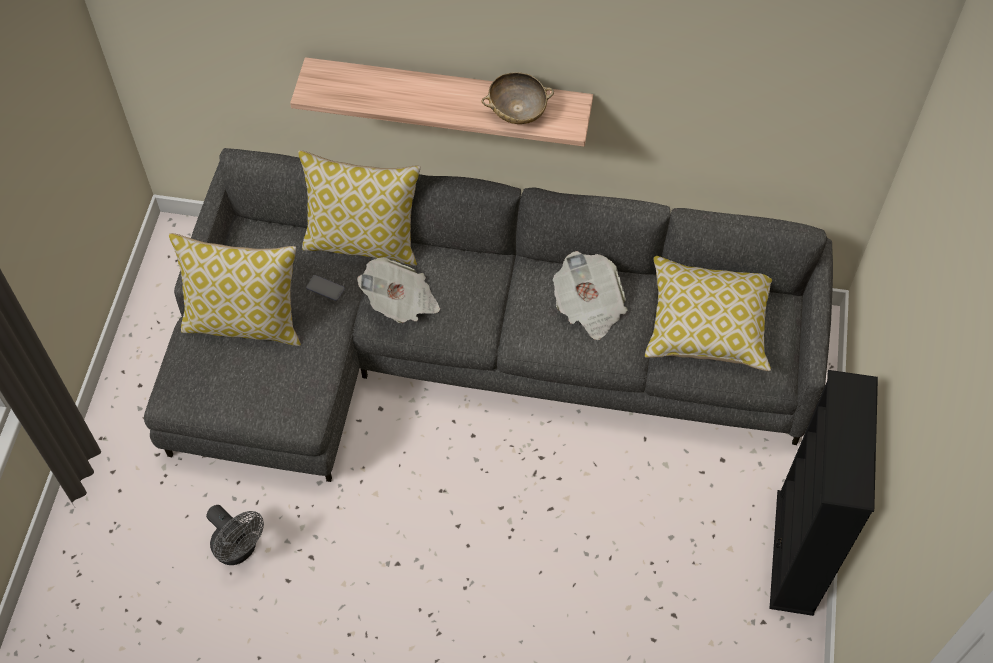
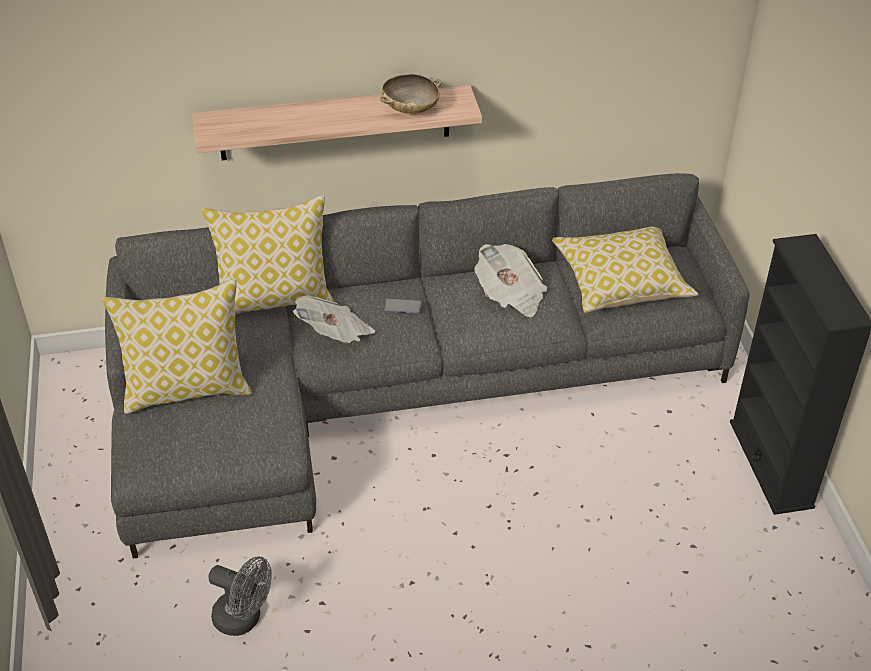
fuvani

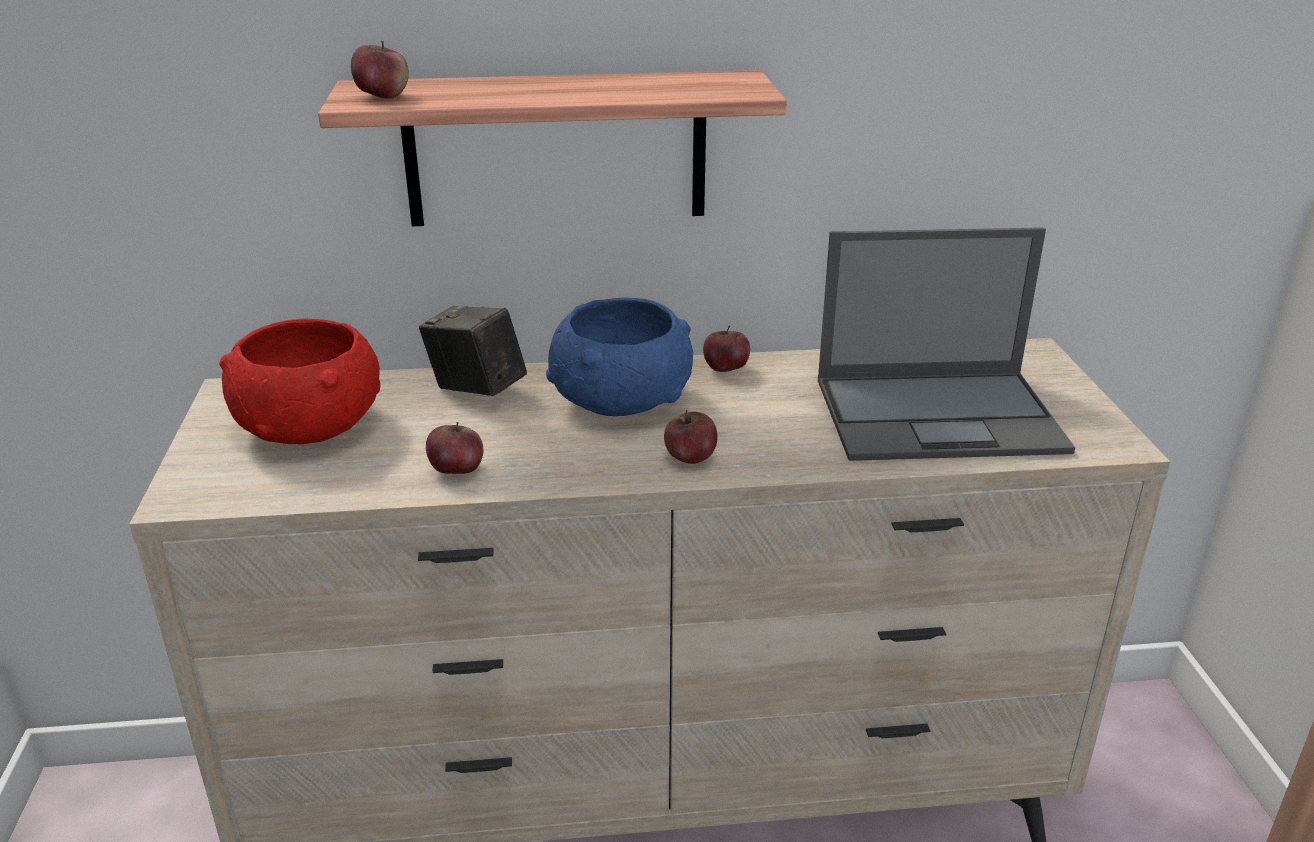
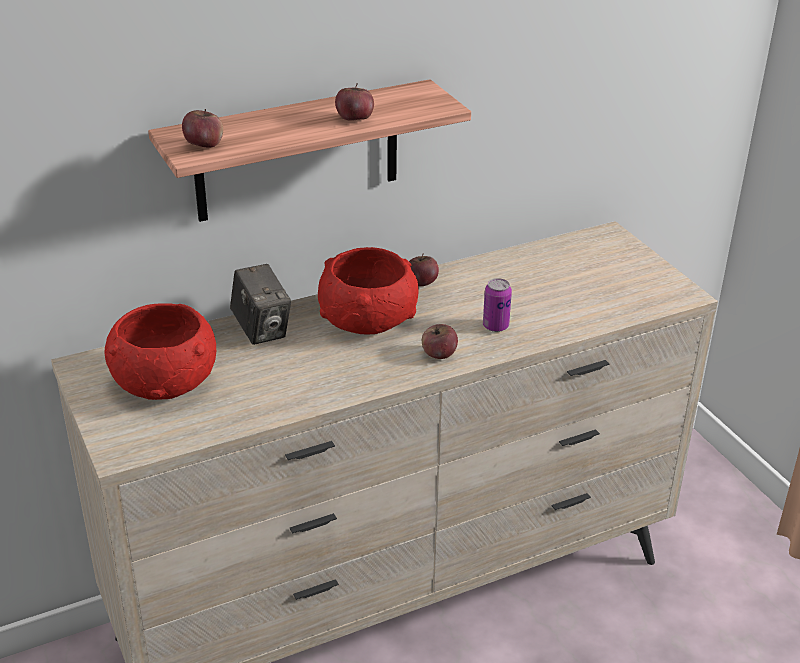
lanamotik
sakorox
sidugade (no. 2 from left)
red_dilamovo (no. 2 from left)
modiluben

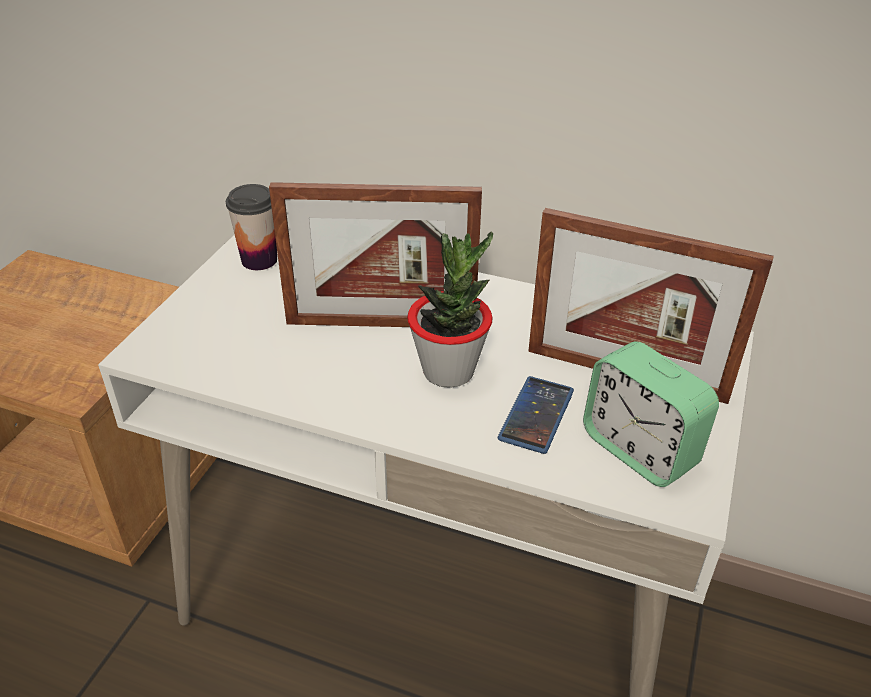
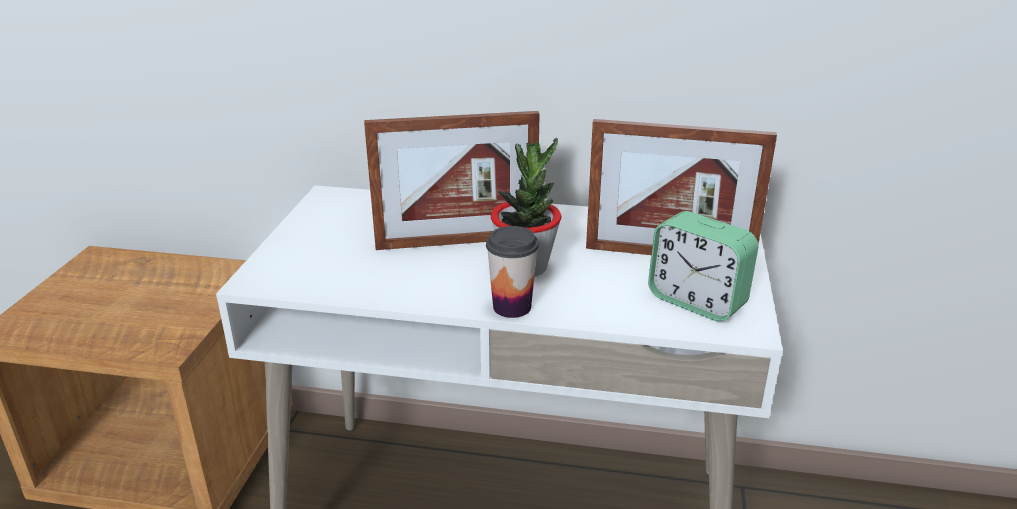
fuvani
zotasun

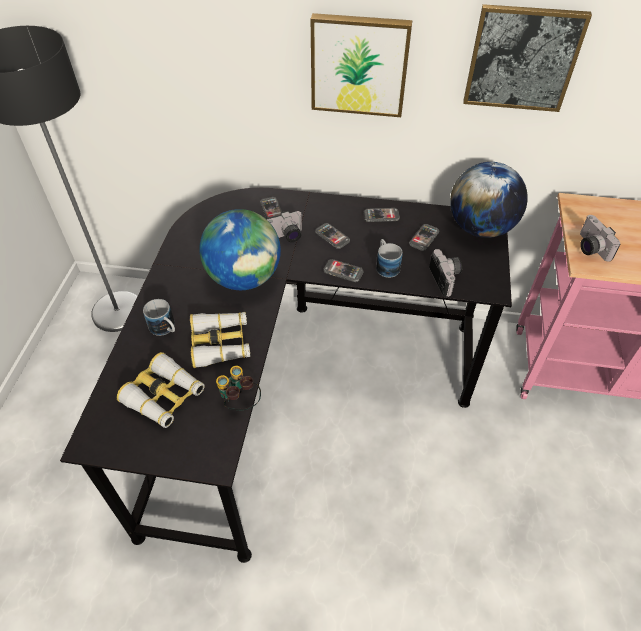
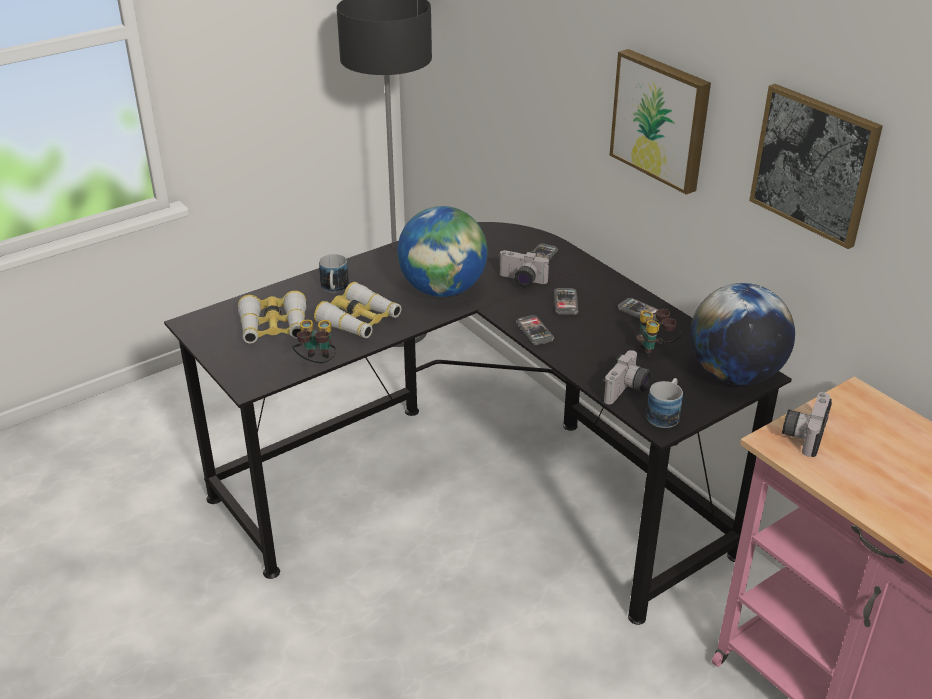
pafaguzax (no. 2 from left)
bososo (no. 4 from left)

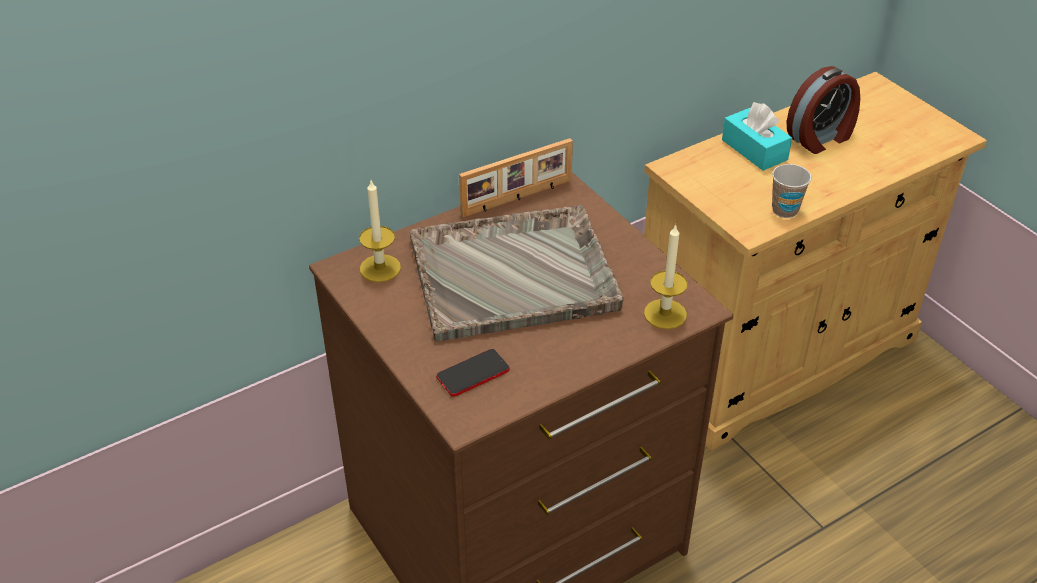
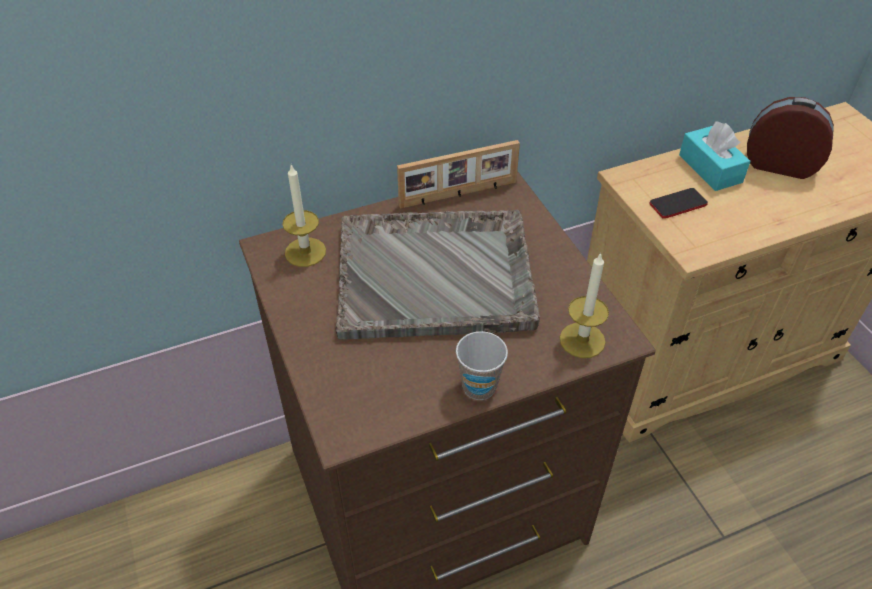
fuvani
zotasun
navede

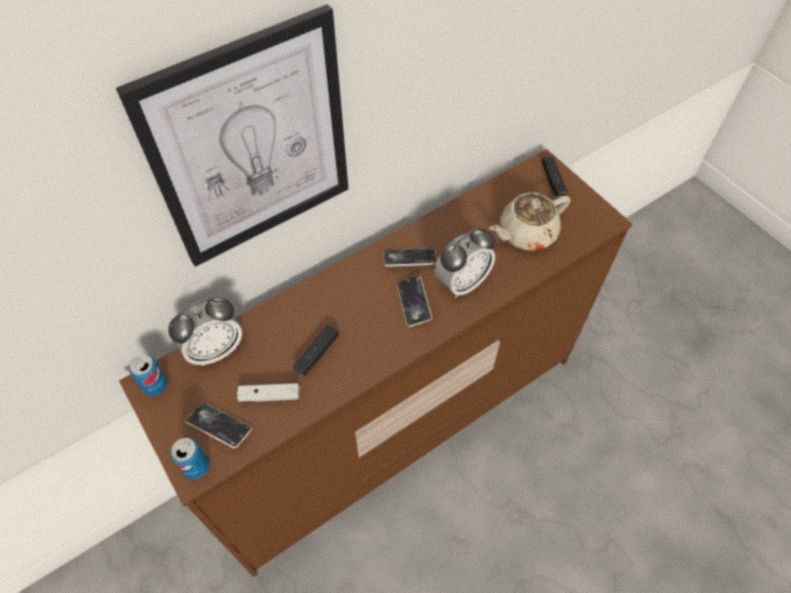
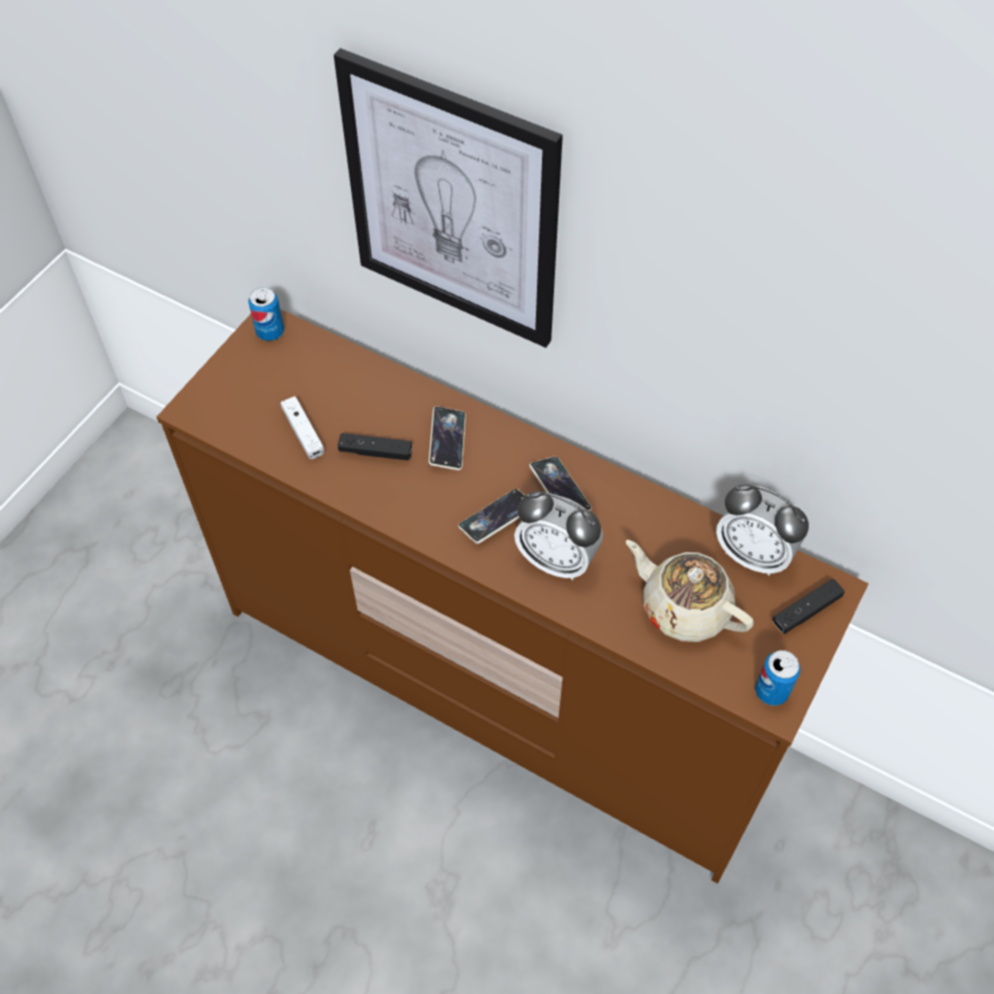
navede (no. 2 from left)
sakorox (no. 2 from left)
fuvani (no. 1 from left)

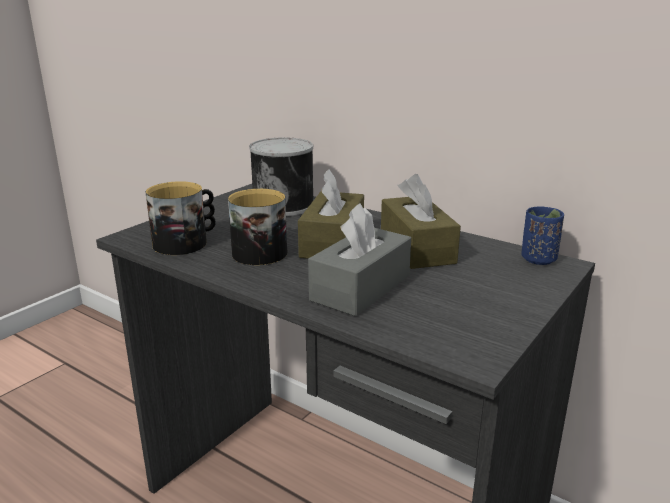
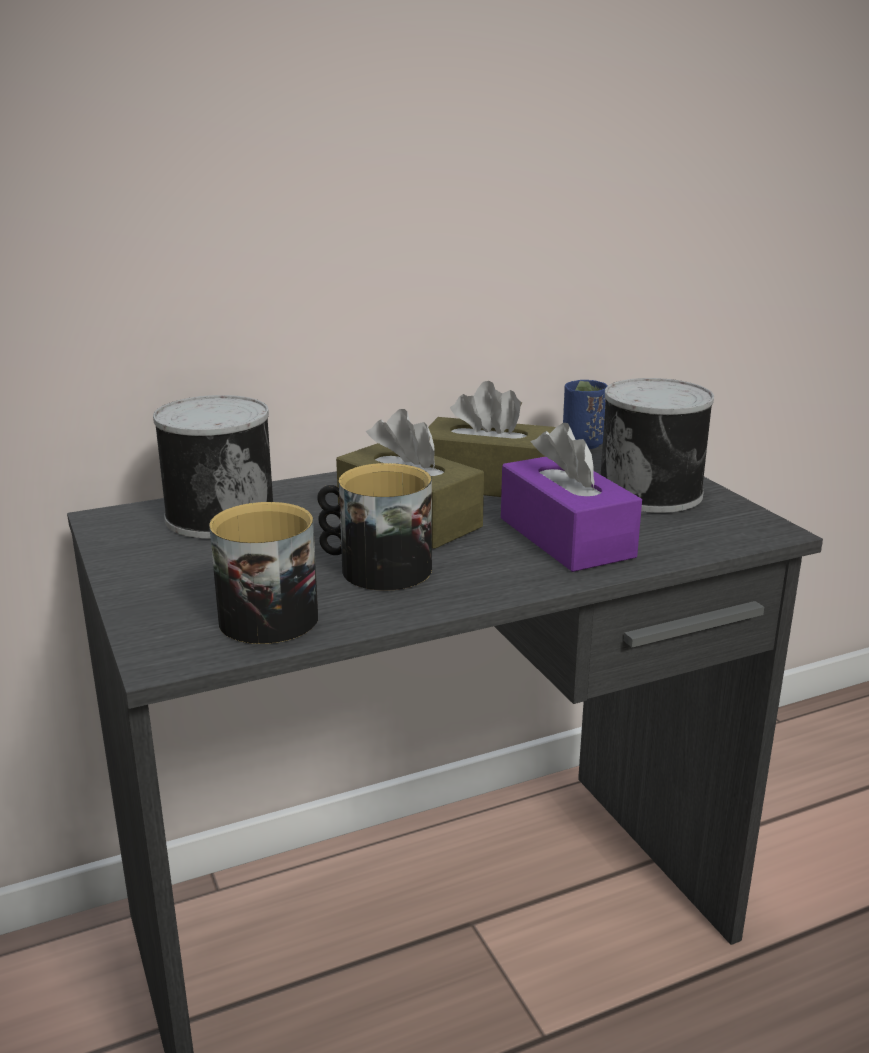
sakorox (no. 2 from left)
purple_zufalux

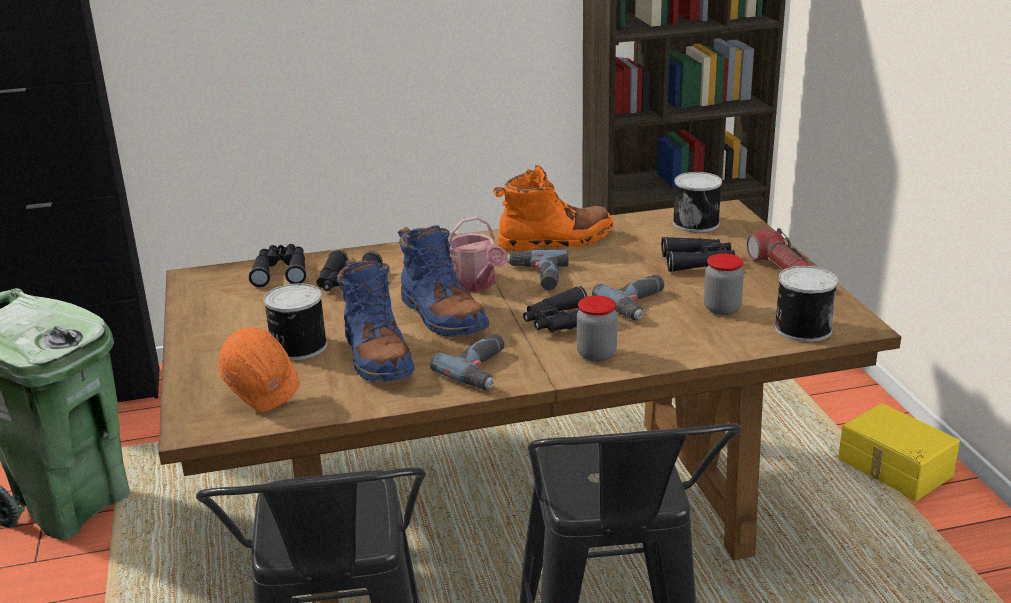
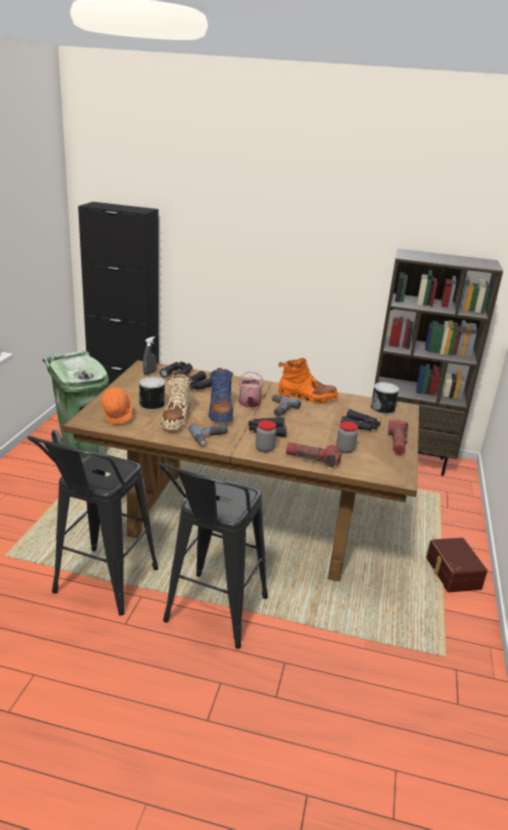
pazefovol (no. 3 from left in the first image)
sakorox (no. 3 from left in the first image)
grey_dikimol
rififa (no. 1 from left)
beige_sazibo
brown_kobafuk

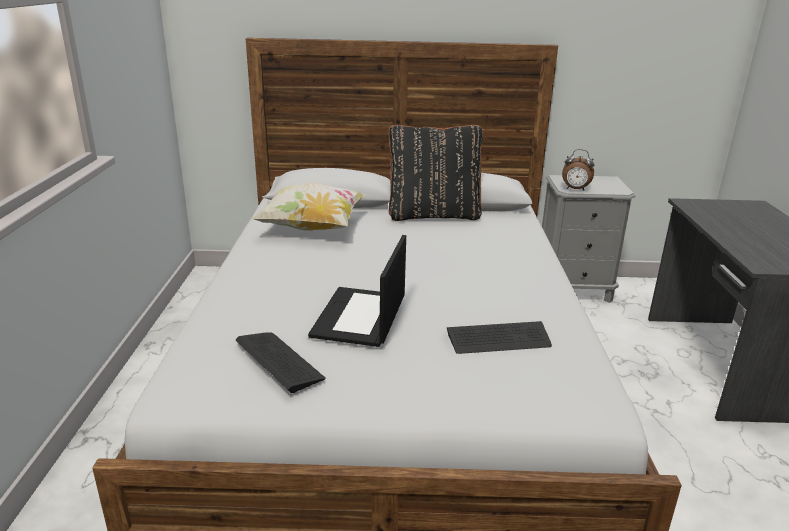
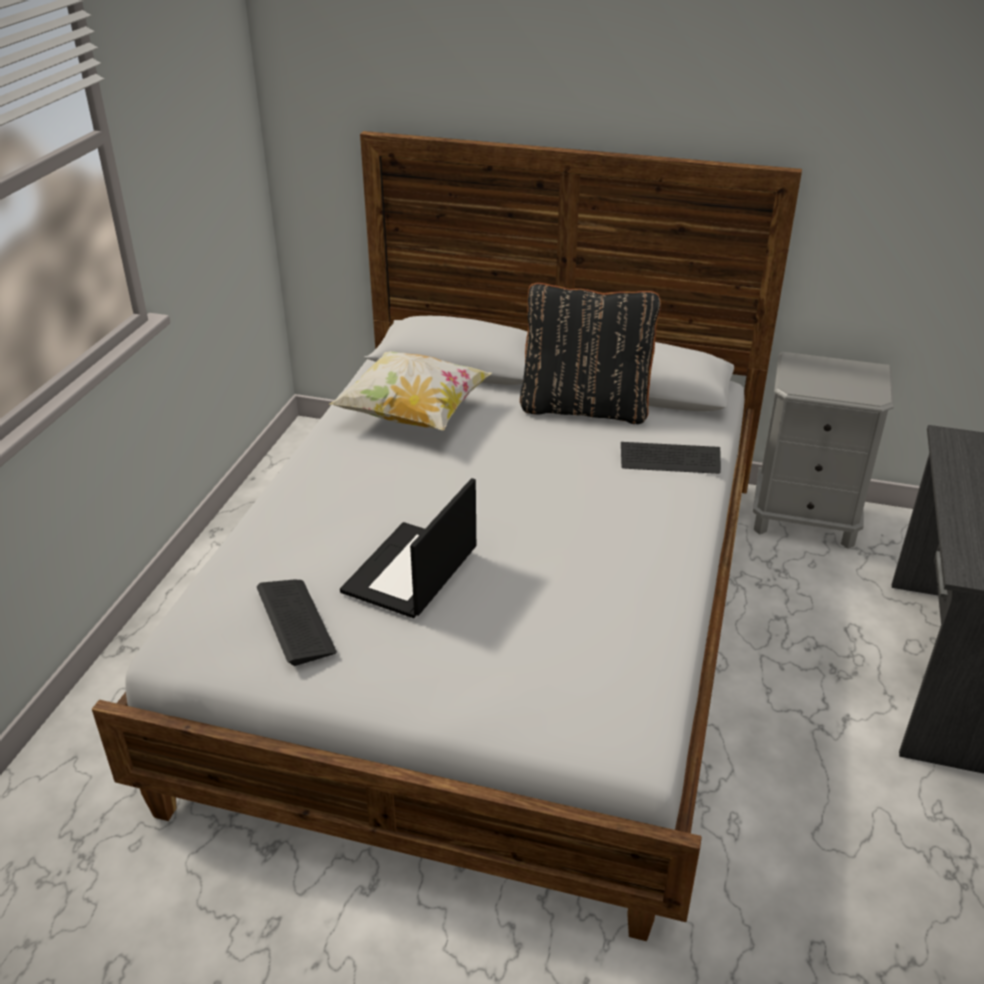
navede
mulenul (no. 2 from left)

